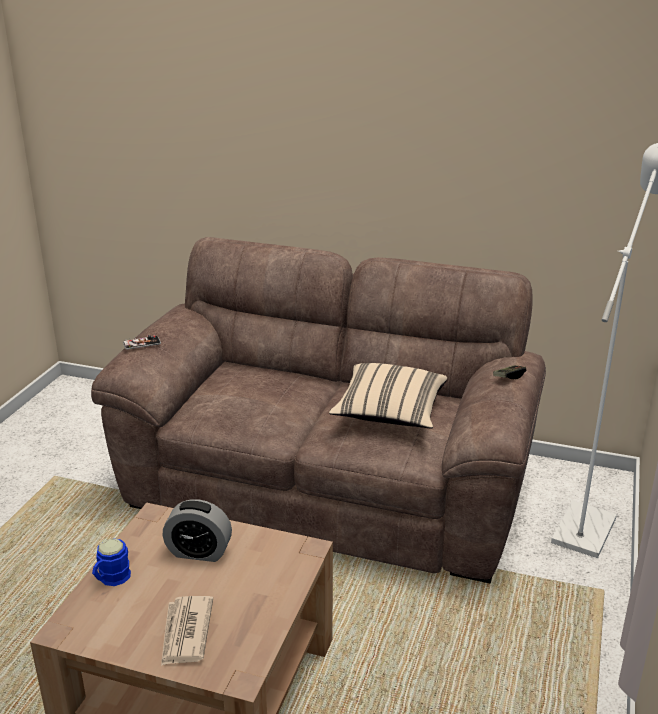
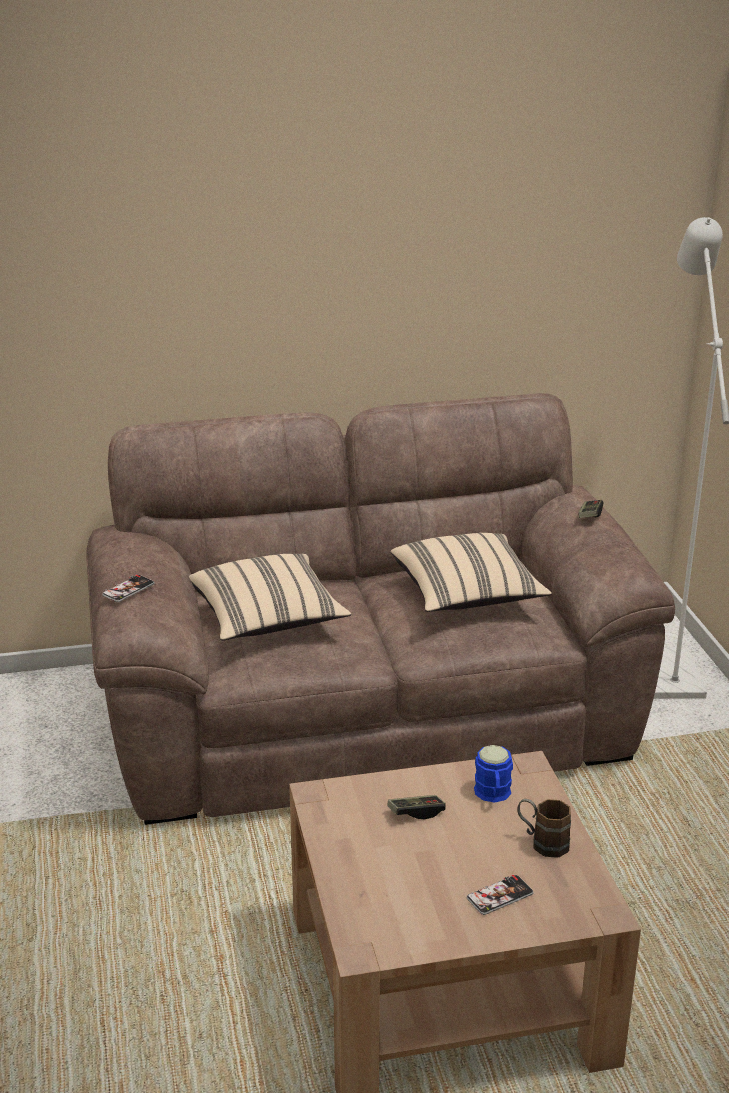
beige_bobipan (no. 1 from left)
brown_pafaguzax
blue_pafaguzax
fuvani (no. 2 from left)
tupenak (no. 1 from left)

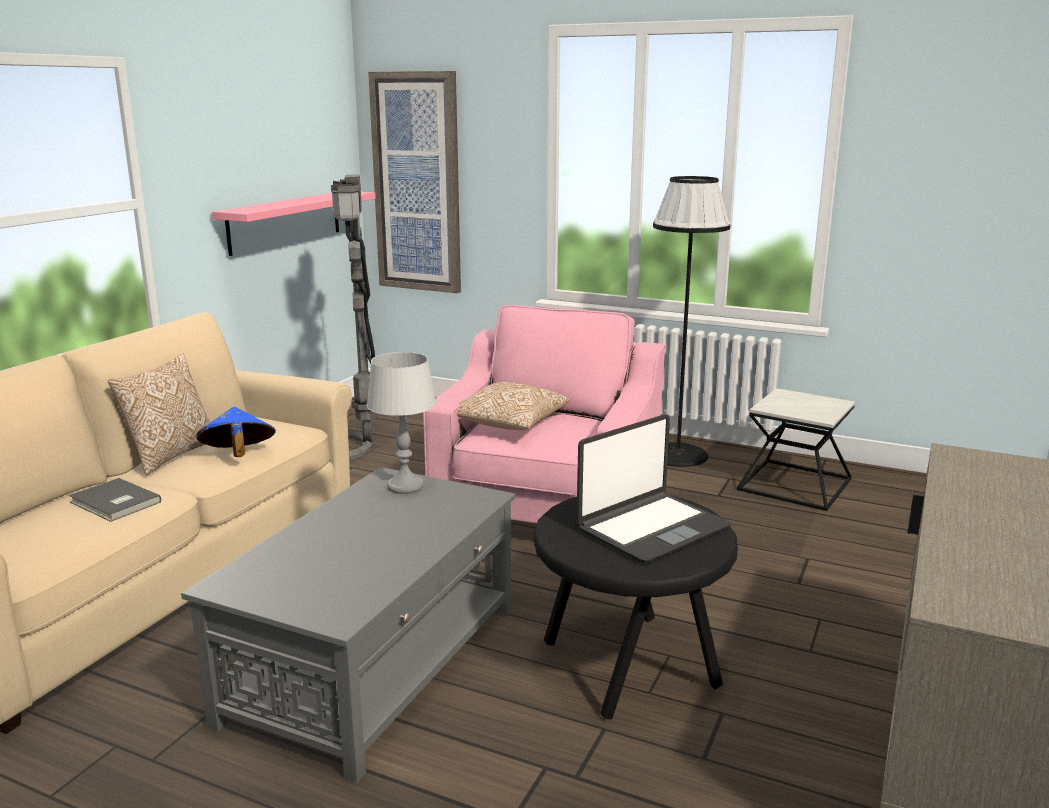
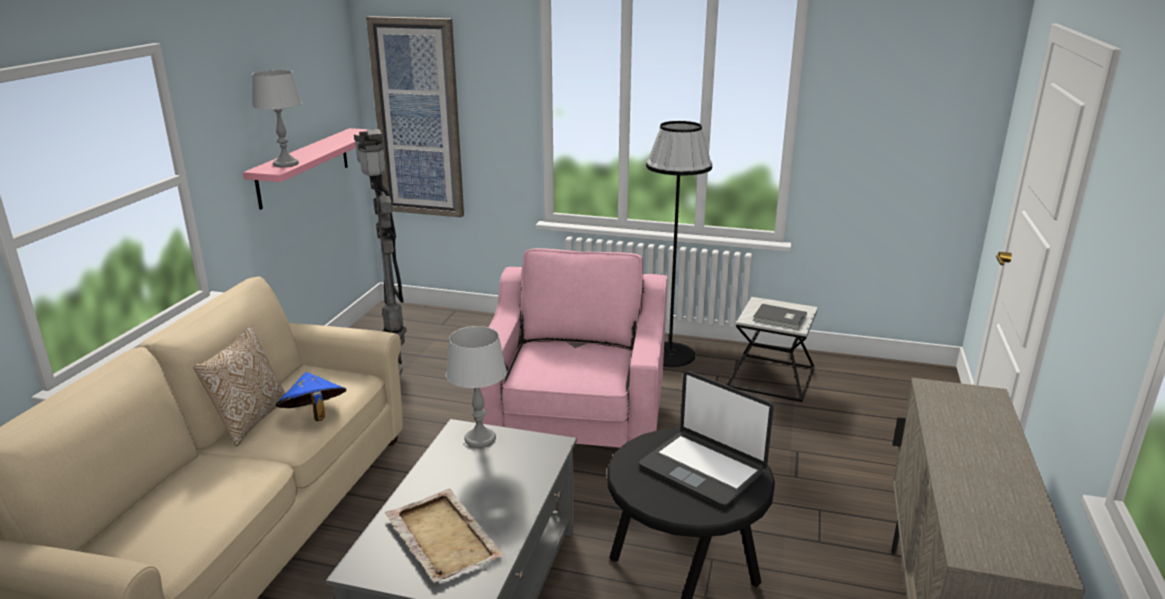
bobipan (no. 2 from left in the first image)
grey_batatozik (no. 1 from left)
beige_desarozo
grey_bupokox
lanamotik

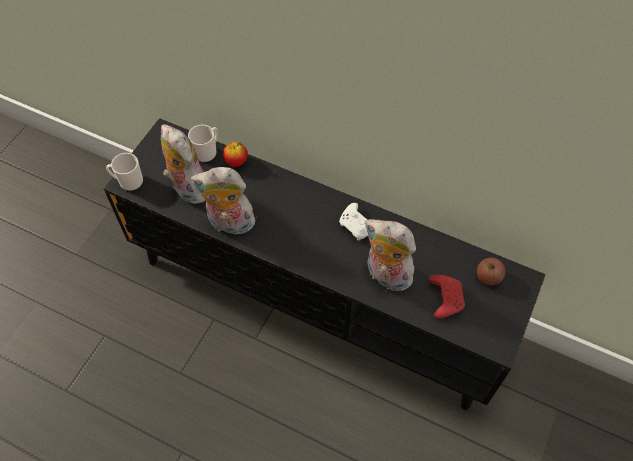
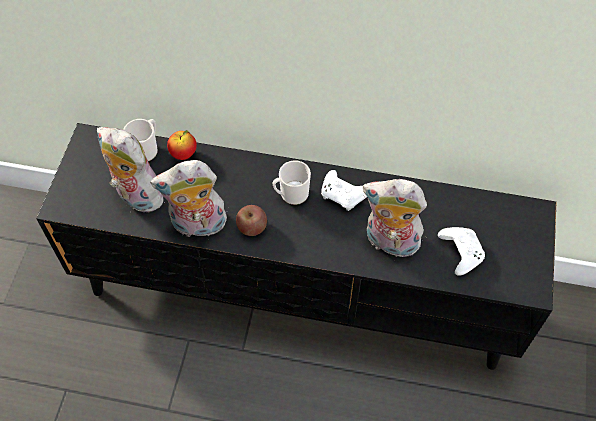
pafaguzax (no. 2 from left)
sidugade (no. 2 from left)
white_tupenak (no. 2 from left)

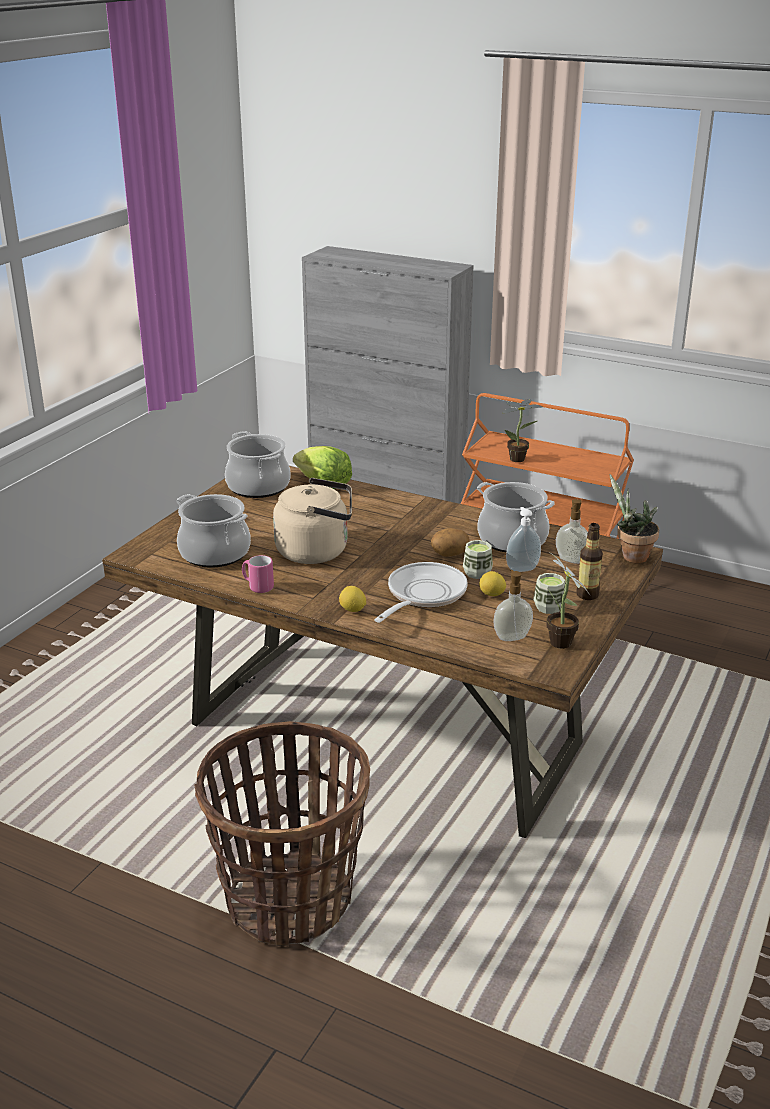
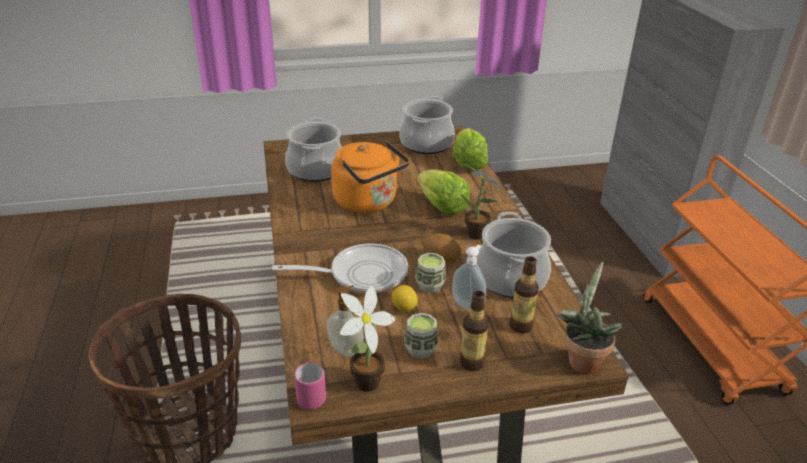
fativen (no. 1 from left in the first image)
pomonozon (no. 1 from left)
pink_pafaguzax
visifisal (no. 2 from left)
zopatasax (no. 2 from left)
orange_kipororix

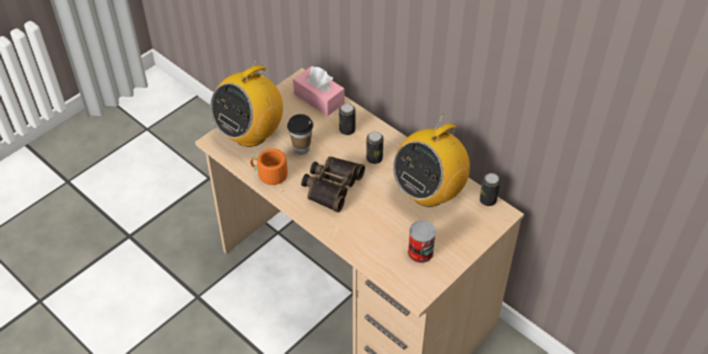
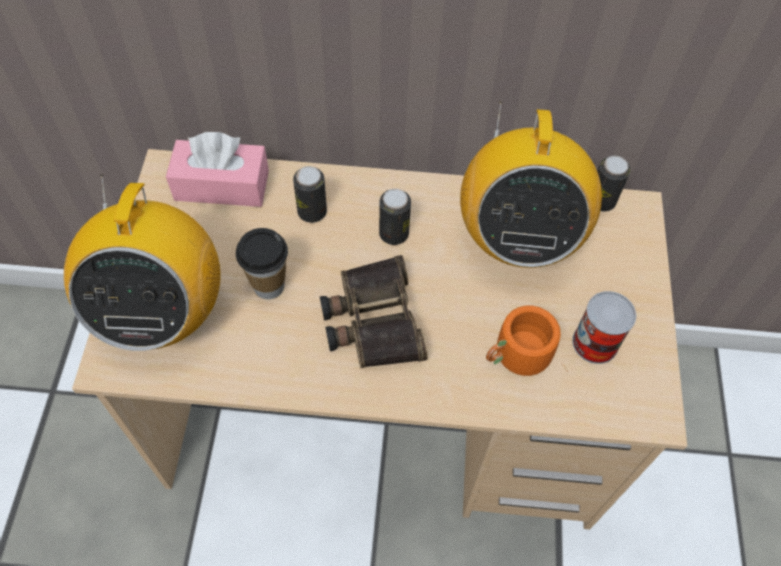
orange_pafaguzax

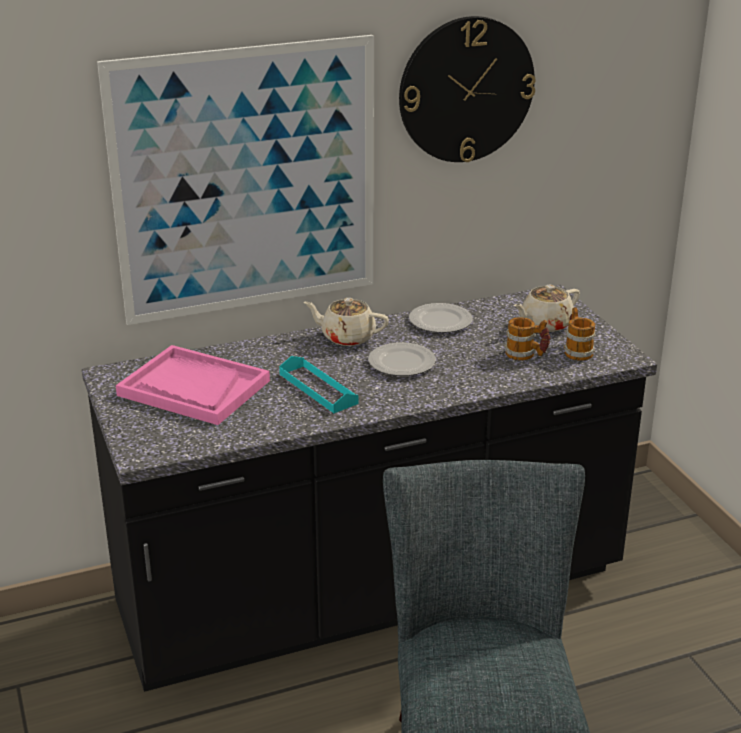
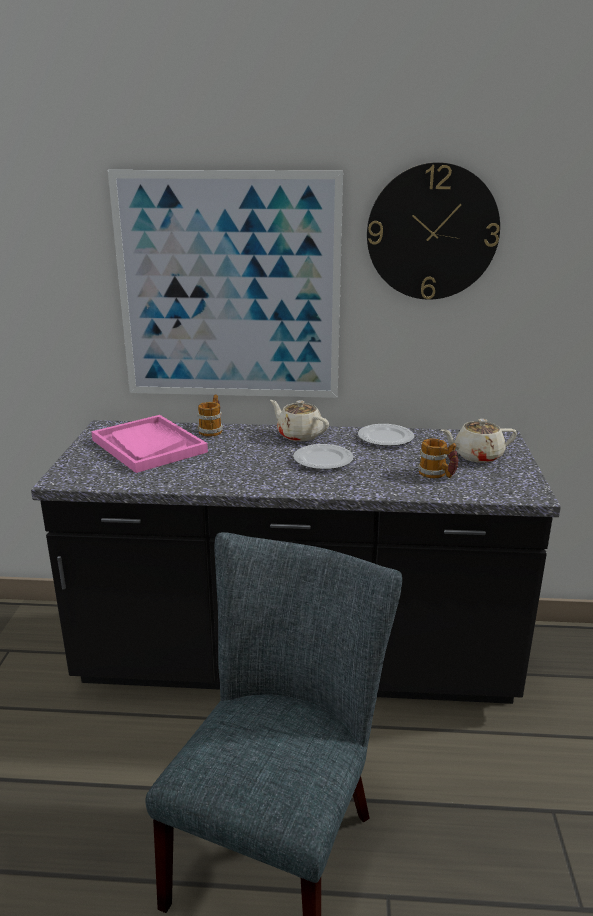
turquoise_desarozo
pafaguzax (no. 1 from left)

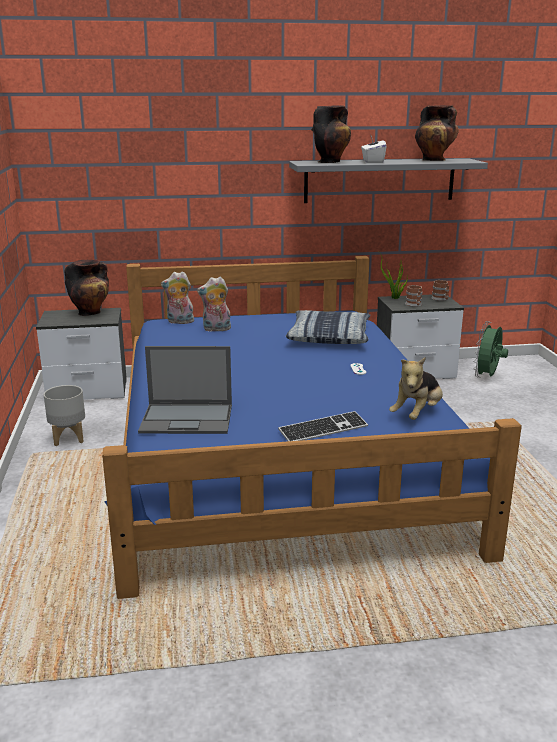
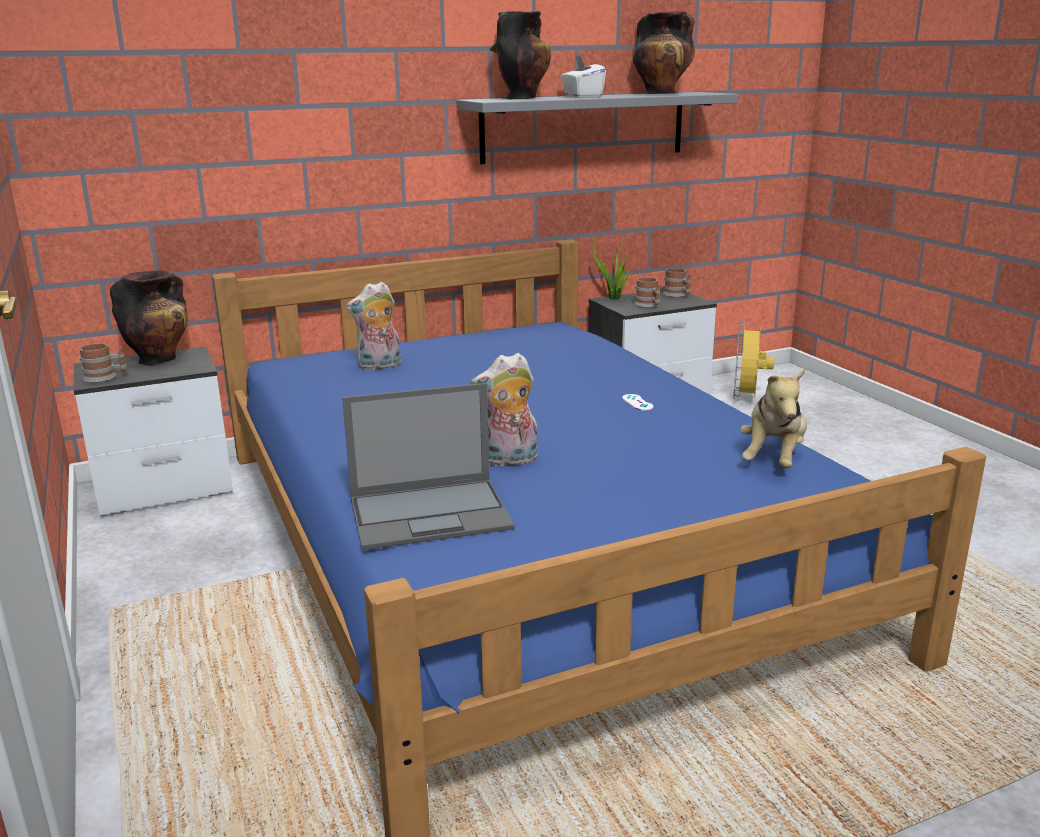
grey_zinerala
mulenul
bobipan
pafaguzax (no. 1 from left)
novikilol (no. 2 from left)
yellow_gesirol

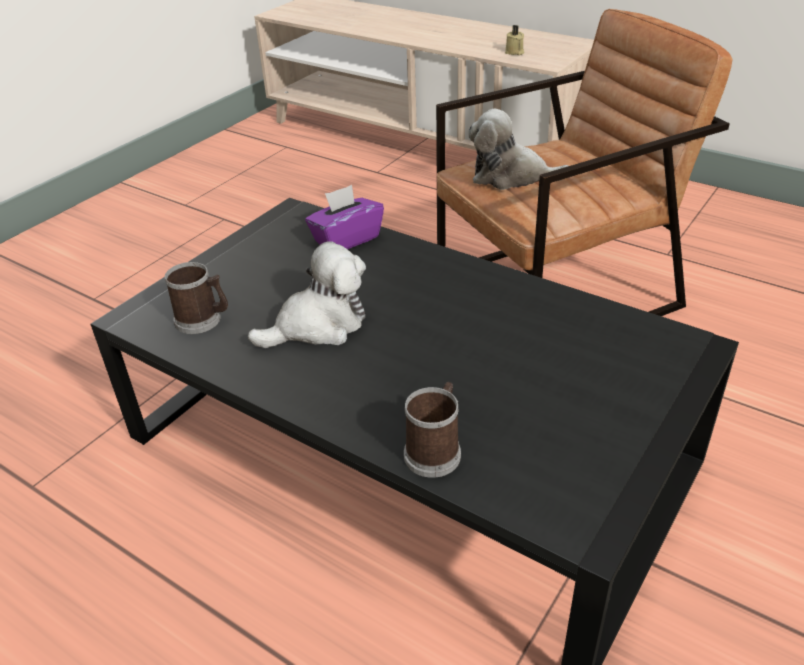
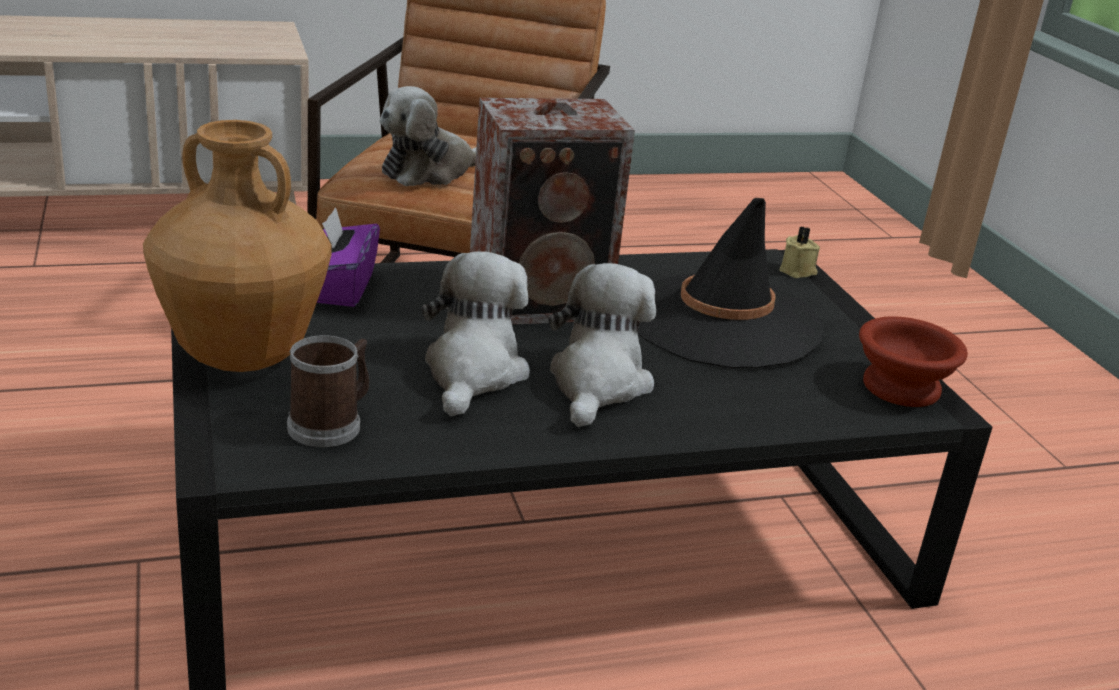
pafaguzax (no. 2 from left in the first image)
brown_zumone
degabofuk
novikilol (no. 3 from left)
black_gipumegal
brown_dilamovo
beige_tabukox

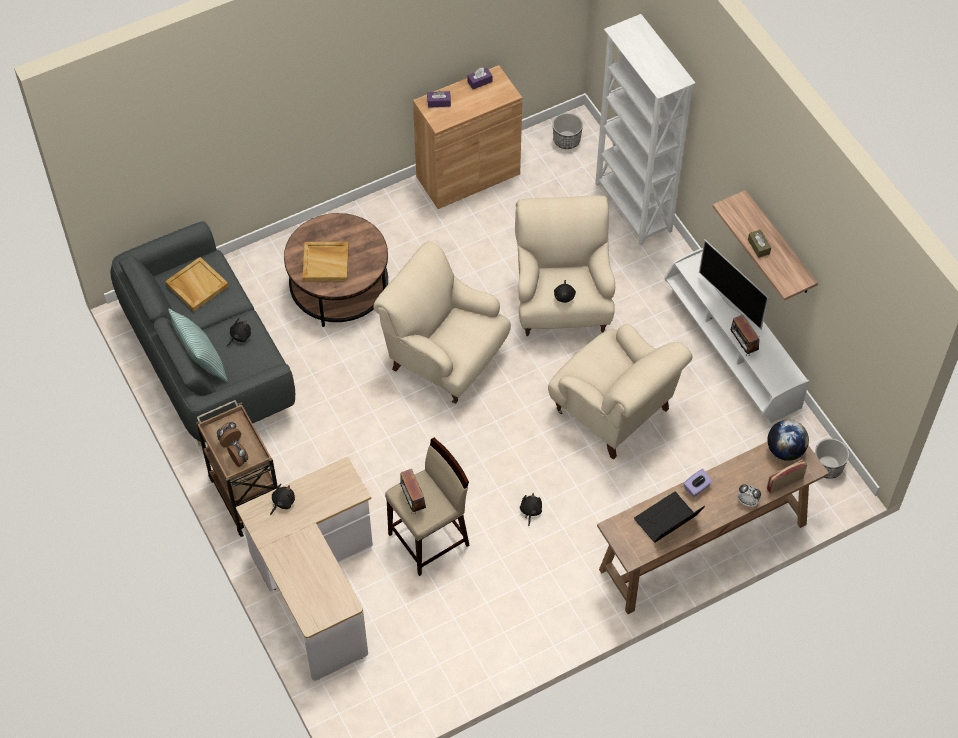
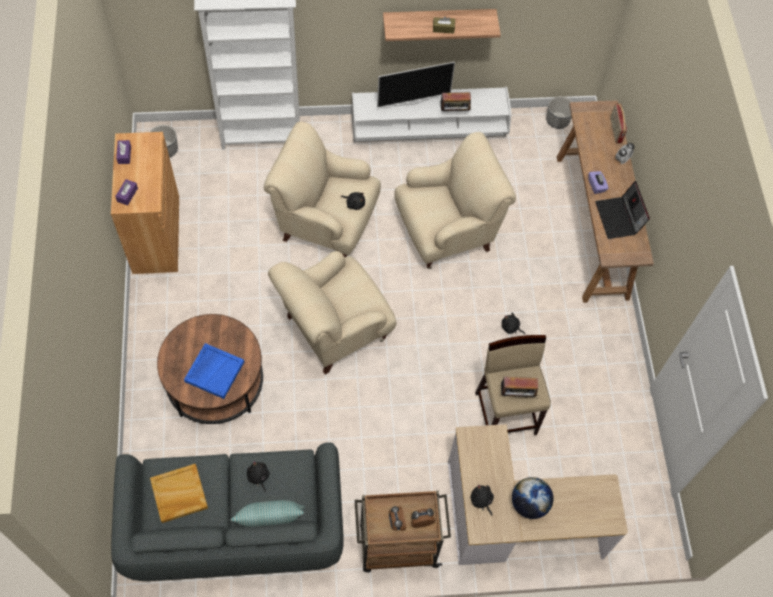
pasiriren
blue_desarozo

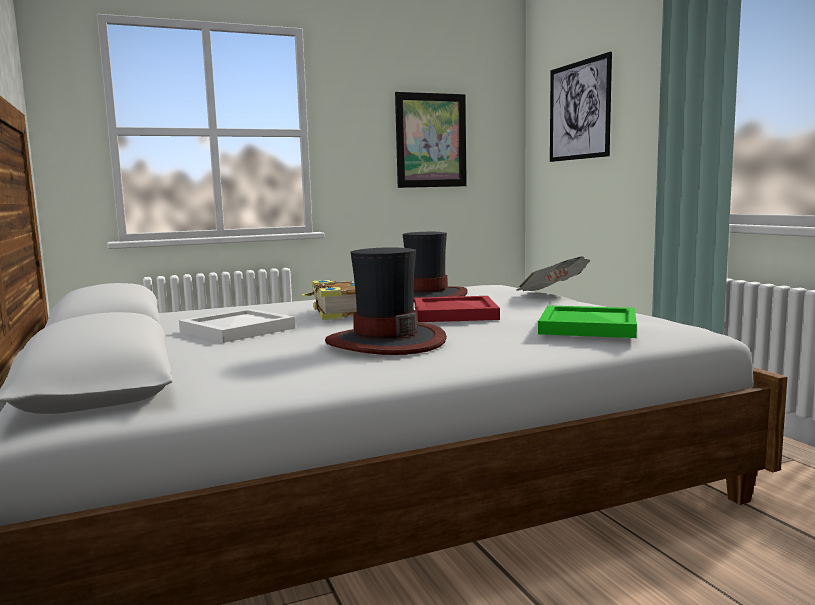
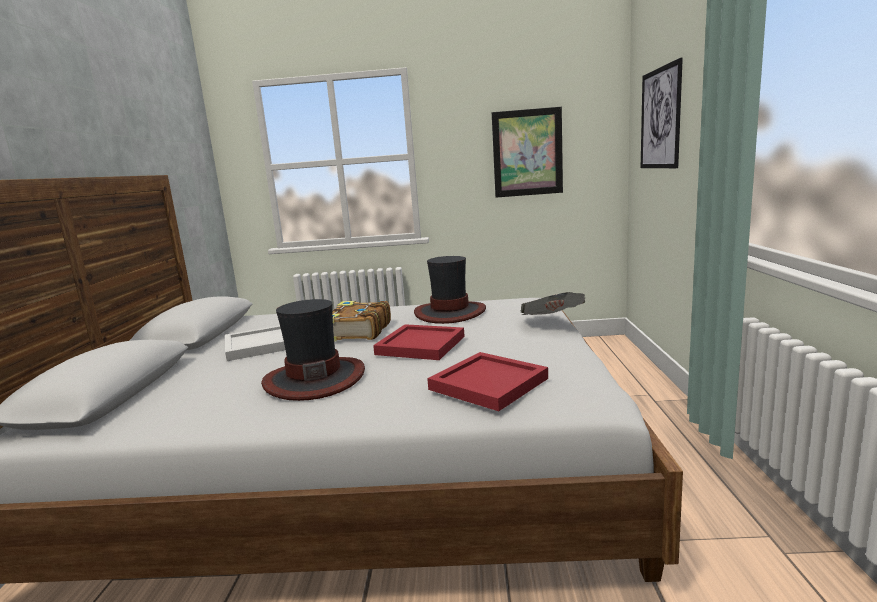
red_desarozo (no. 2 from left)

